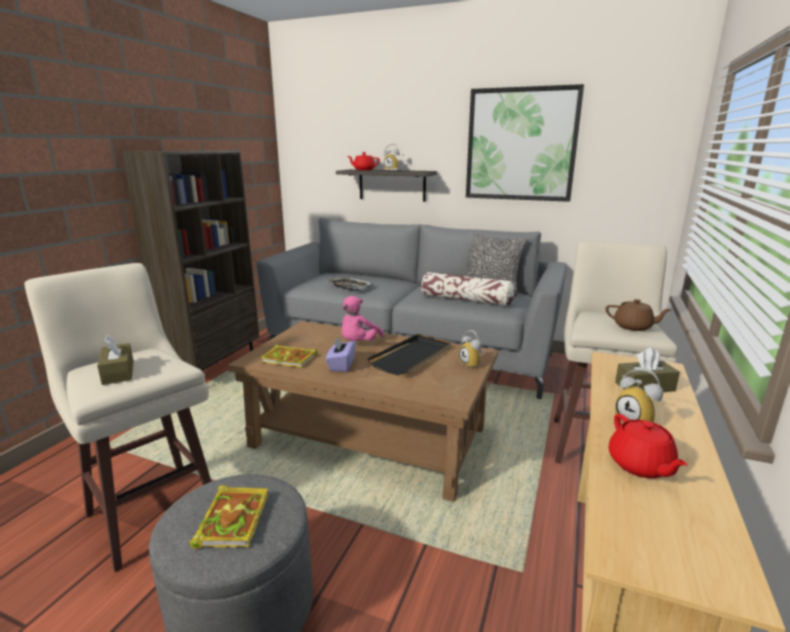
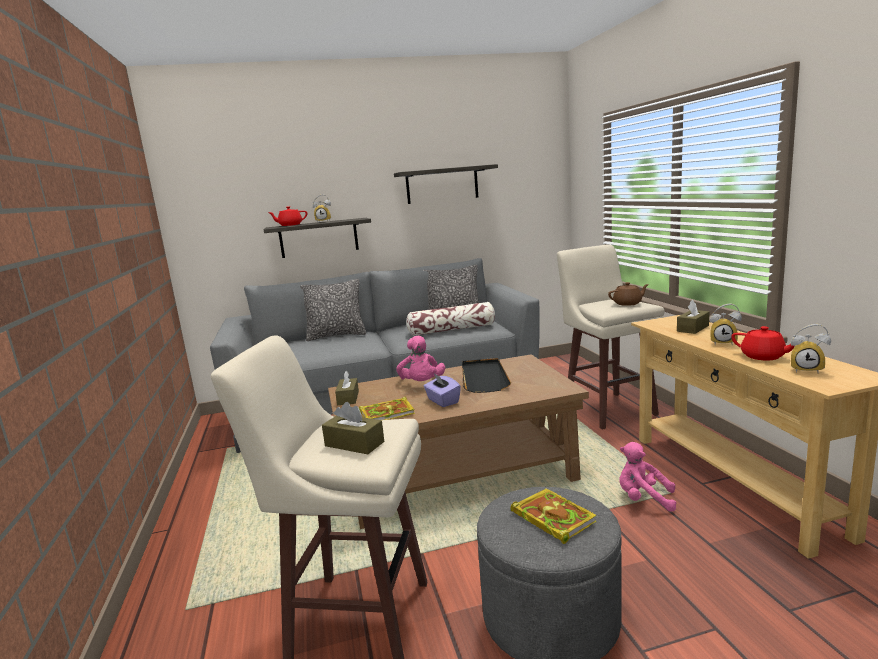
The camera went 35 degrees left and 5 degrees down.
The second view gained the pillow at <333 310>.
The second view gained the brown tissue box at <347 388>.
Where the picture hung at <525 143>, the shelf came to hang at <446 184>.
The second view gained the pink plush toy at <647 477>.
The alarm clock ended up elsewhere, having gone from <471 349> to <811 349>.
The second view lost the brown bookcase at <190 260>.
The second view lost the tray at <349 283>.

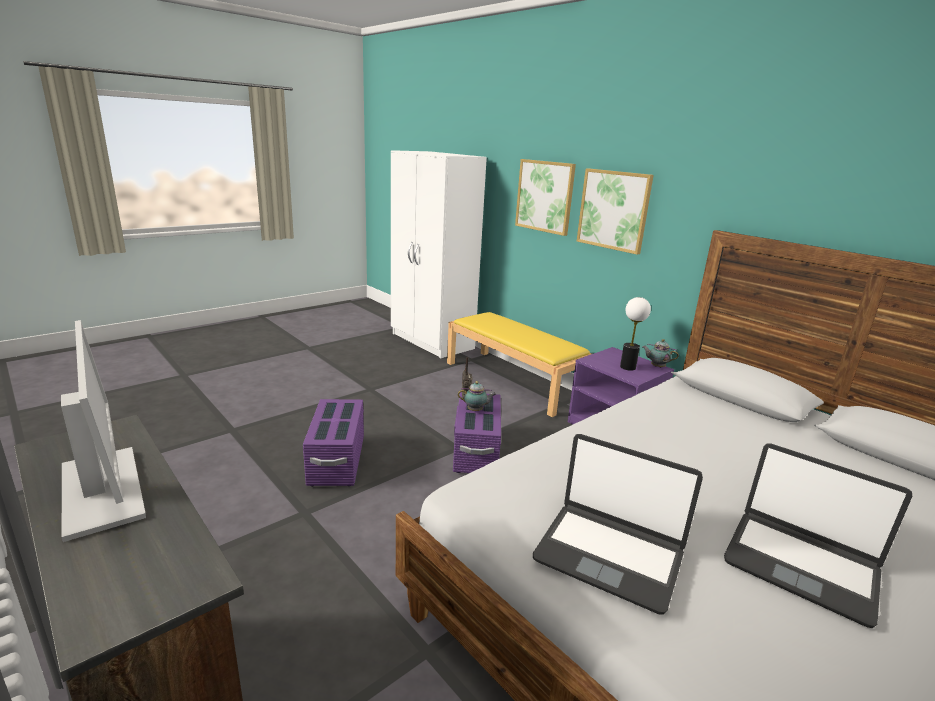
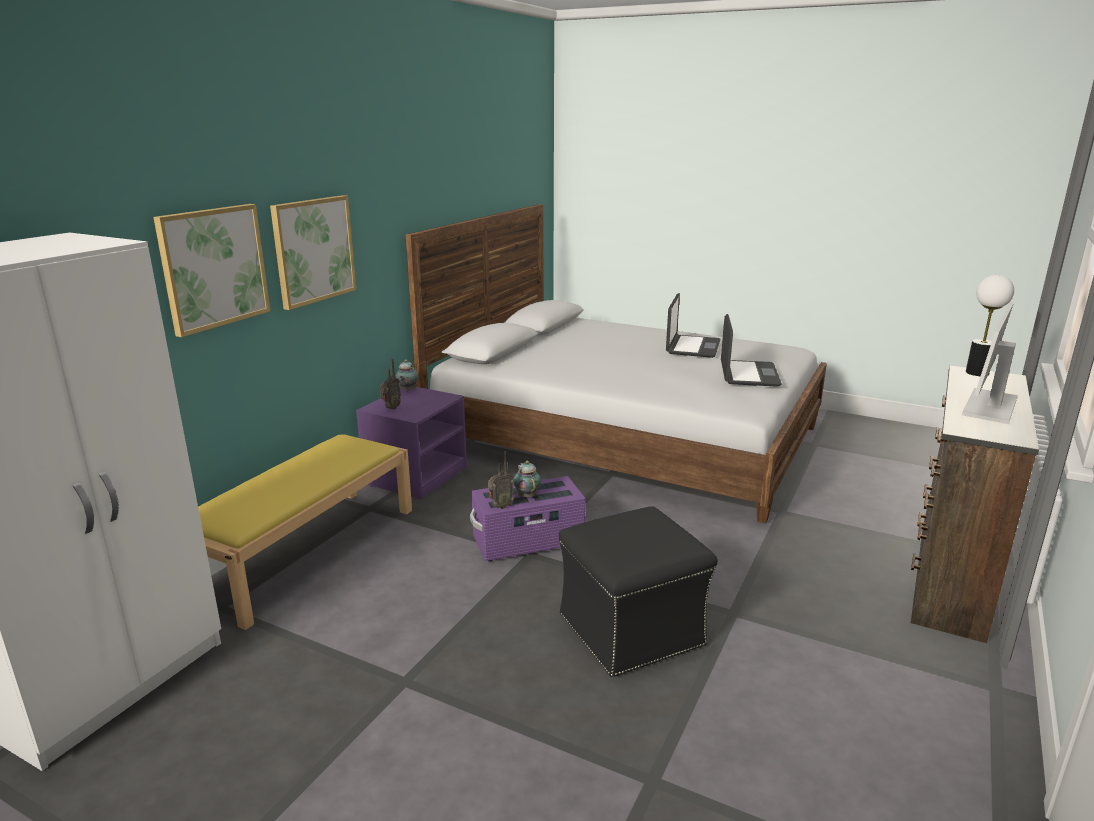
The camera went 110 degrees left and 0 degrees up.
The second view gained the radio at <390 384>.
Where the purple storage box stood at <333 442>, the black ottoman came to stand at <638 591>.
The table lamp ended up elsewhere, having gone from <635 334> to <990 325>.

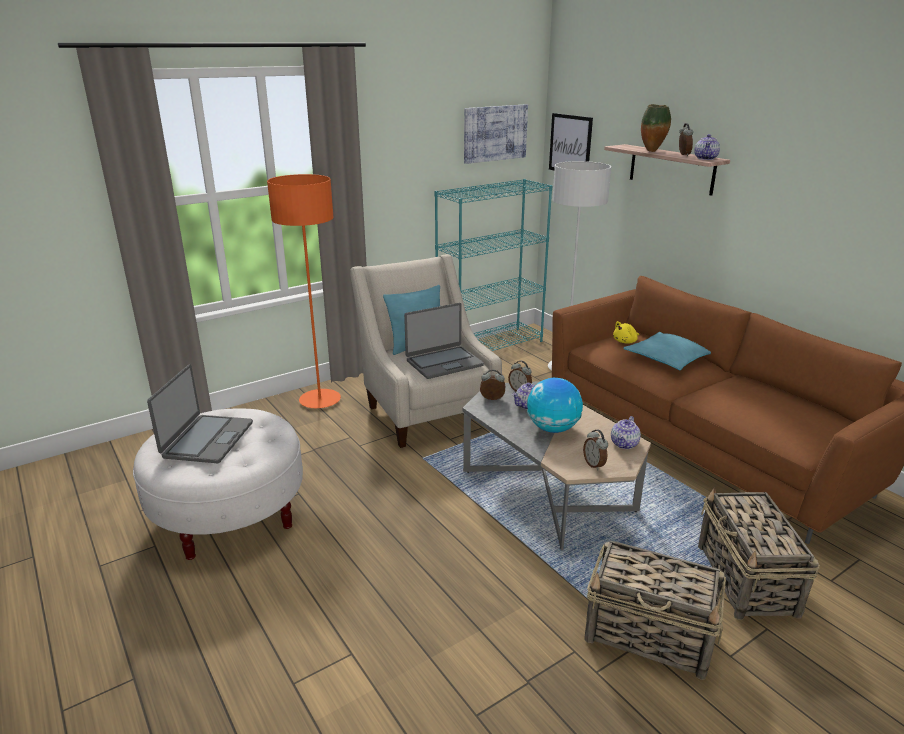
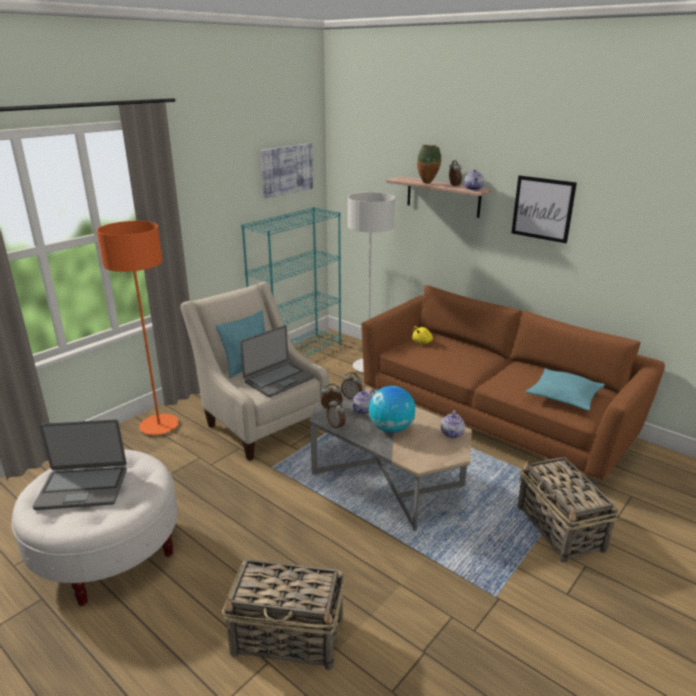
The camera went 15 degrees left and 0 degrees up.
The laptop at <200 413> ended up facing another way, 90 degrees clockwise from before.
The basket ended up elsewhere, having gone from <655 610> to <283 614>.
The alarm clock ended up elsewhere, having gone from <595 450> to <336 414>.
The picture ended up elsewhere, having gone from <571 141> to <544 209>.
The turquoise pillow ended up elsewhere, having gone from <667 351> to <565 389>.

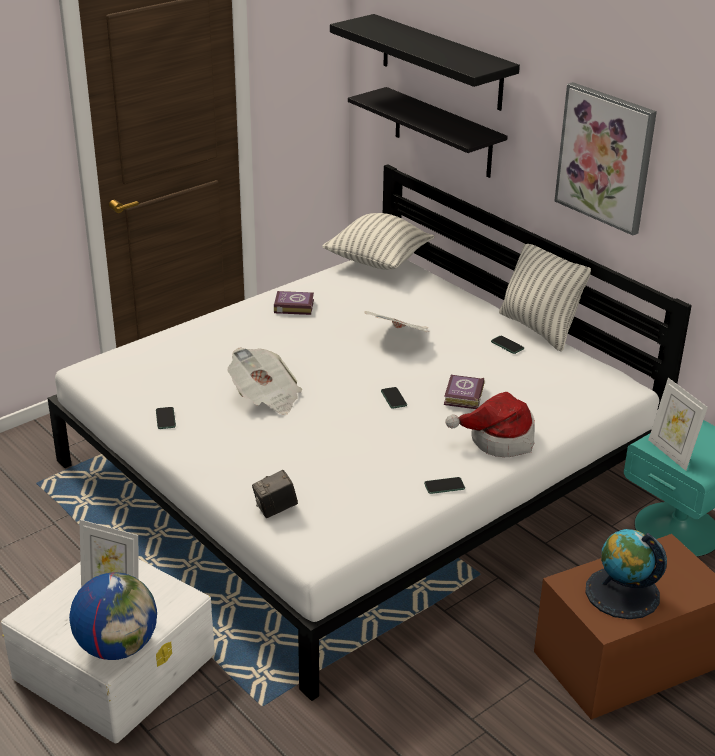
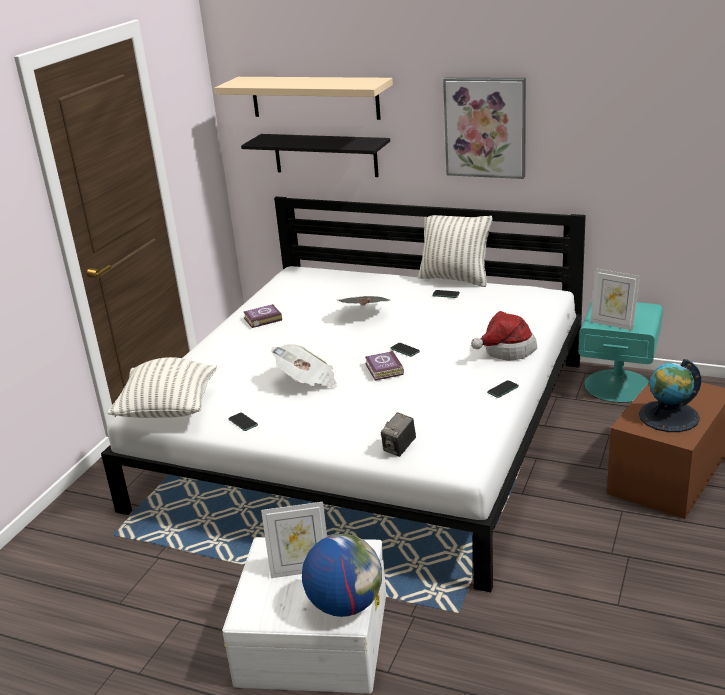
The camera went 25 degrees left and 5 degrees down.
The pillow ended up elsewhere, having gone from <378 241> to <163 387>.
What was the black shelf at <425 62> turned into the beige shelf at <304 98>.
The book ended up elsewhere, having gone from <464 392> to <384 365>.

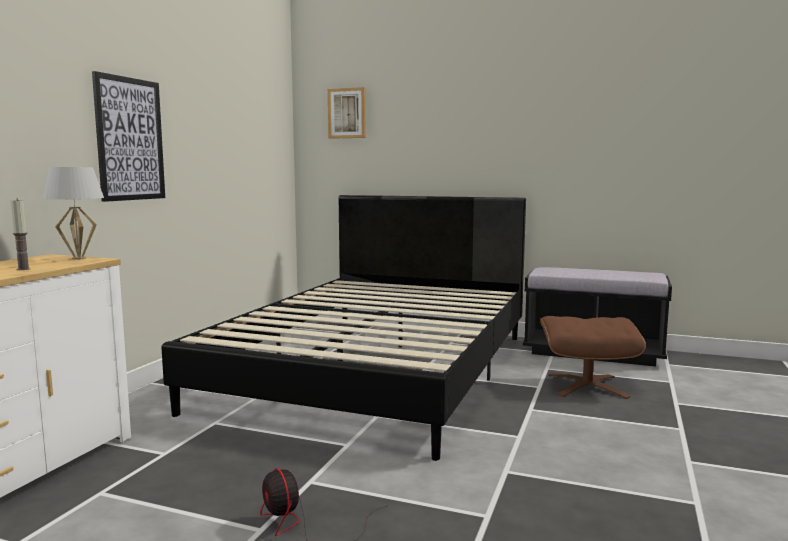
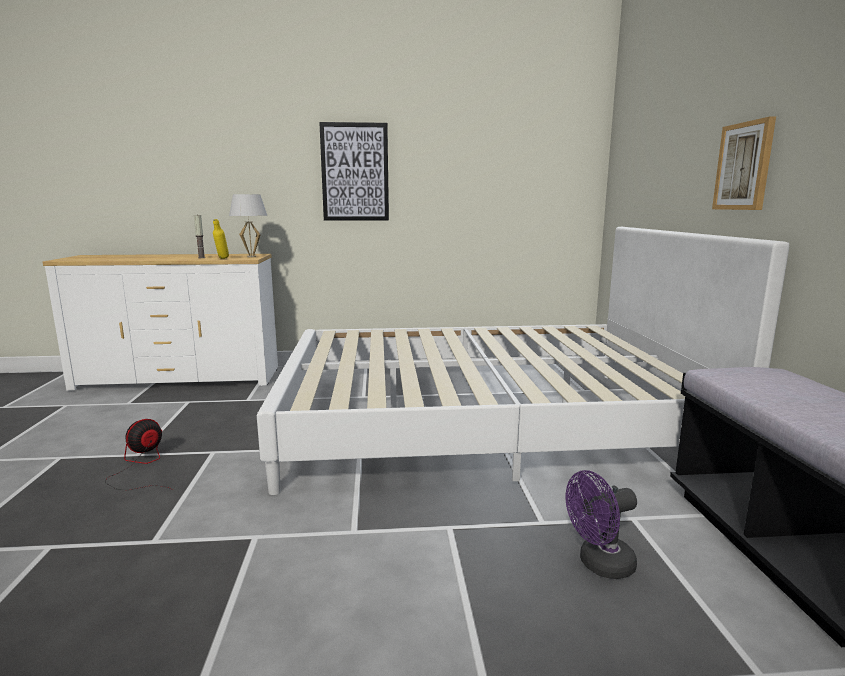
The camera went 65 degrees right and 5 degrees up.
The second view gained the yellow bottle at <221 239>.
What was the black bed at <343 328> turned into the white bed at <523 361>.
Where the brown ottoman stood at <593 357>, the purple fan came to stand at <601 524>.
The picture ended up elsewhere, having gone from <347 113> to <744 163>.

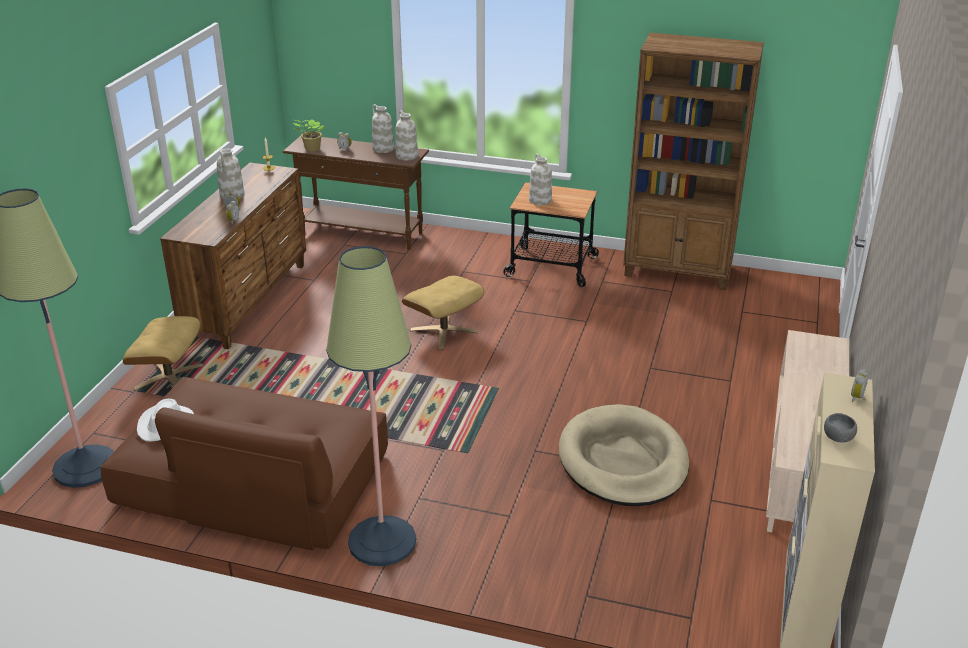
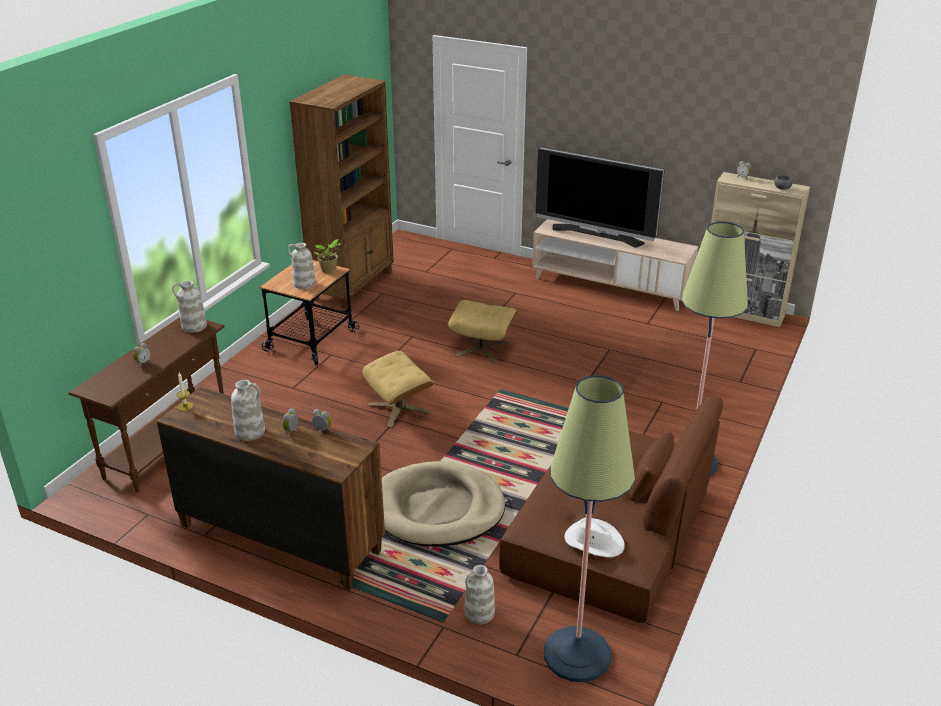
The camera went 80 degrees left and 0 degrees up.
The potted plant ended up elsewhere, having gone from <308 135> to <327 256>.
The beige dog bed ended up elsewhere, having gone from <624 455> to <443 504>.
The beige ottoman ended up elsewhere, having gone from <163 353> to <483 332>.
The white vase ended up elsewhere, having gone from <383 128> to <480 594>.
The second view gained the television at <600 197>.

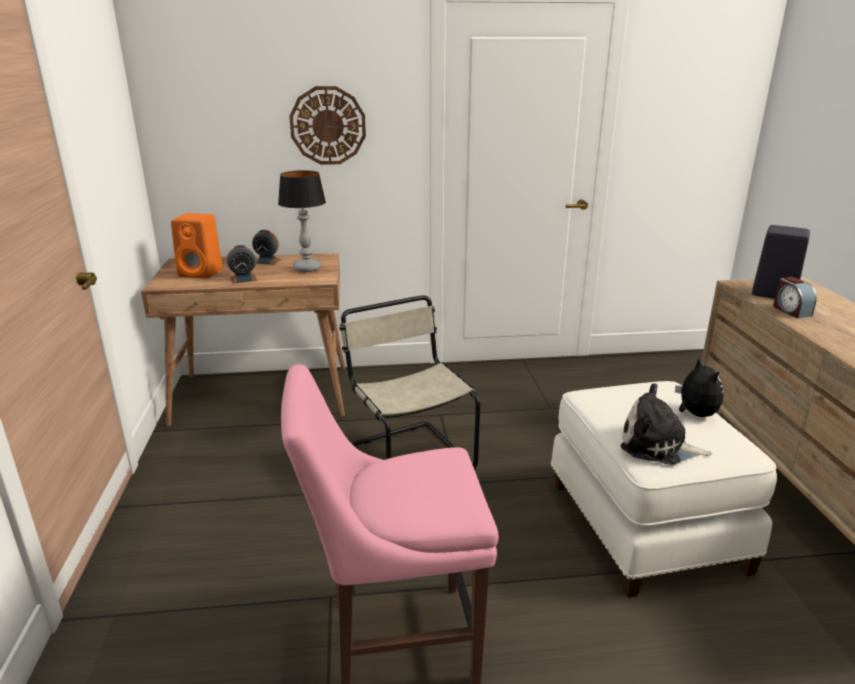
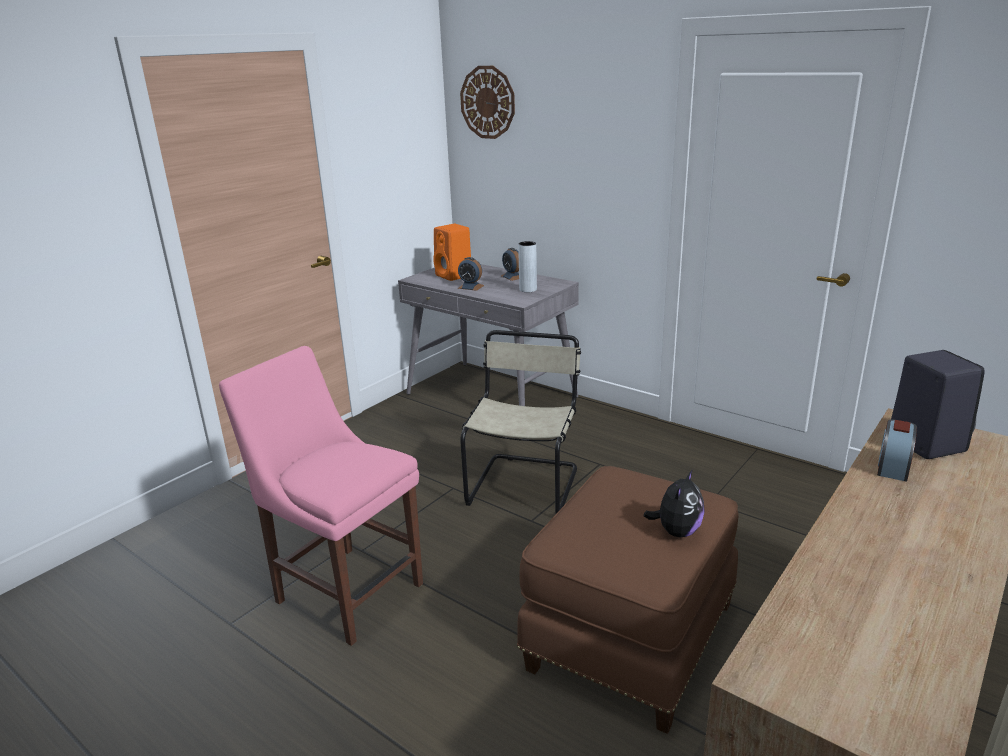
The camera went 45 degrees right and 0 degrees up.
What was the brown desk at <243 340> turned into the grey desk at <488 335>.
The wall clock ended up elsewhere, having gone from <327 125> to <487 102>.
What was the white ottoman at <663 489> turned into the brown ottoman at <627 600>.
Where the table lamp stood at <302 221>, the grey vase came to stand at <527 266>.
The second view lost the plush toy at <666 424>.

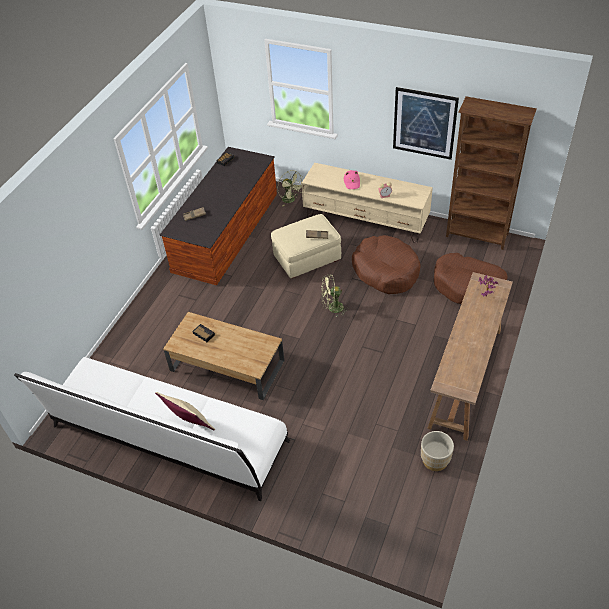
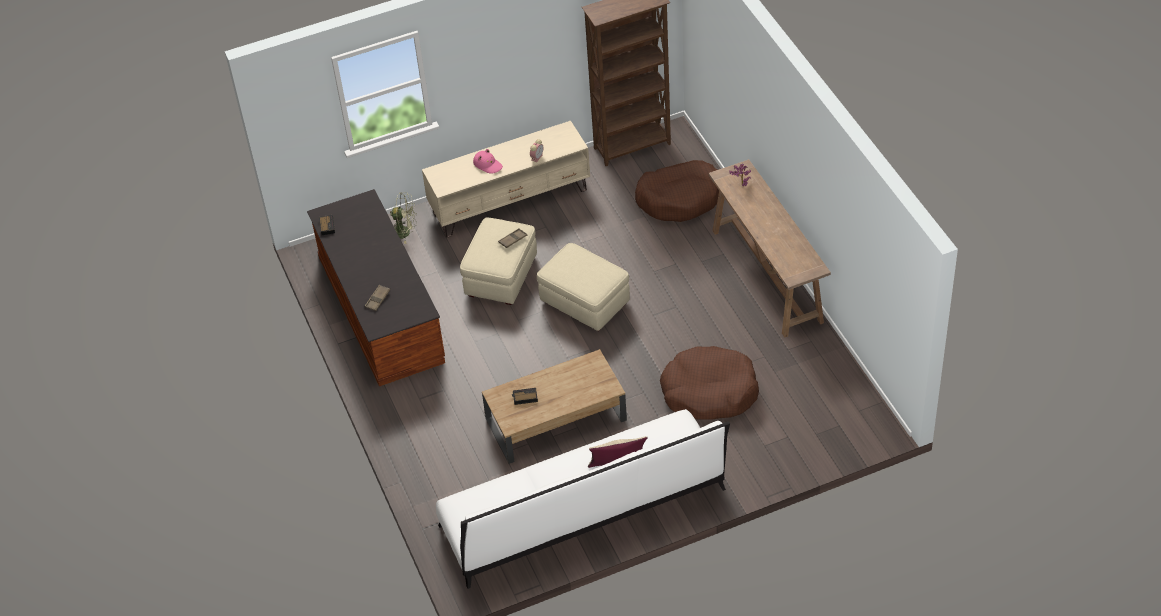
The camera went 45 degrees left and 0 degrees up.
Where the green fan stood at <335 296>, the beige ottoman came to stand at <583 287>.
The brown dog bed ended up elsewhere, having gone from <386 264> to <709 383>.
The second view lost the picture at <426 123>.
The second view lost the beige planter at <437 451>.

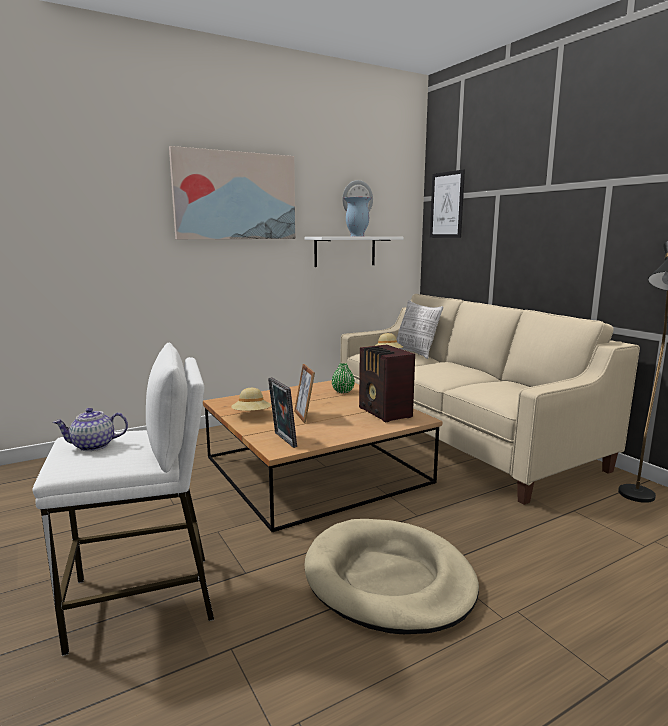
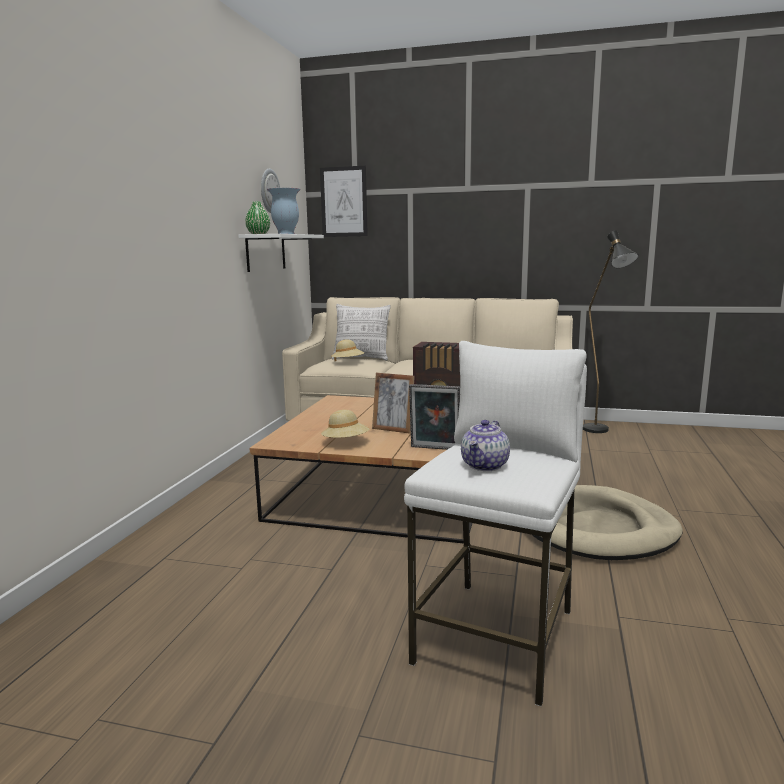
The camera went 45 degrees left and 0 degrees up.
The green vase ended up elsewhere, having gone from <343 378> to <257 218>.
The second view lost the picture at <232 192>.

